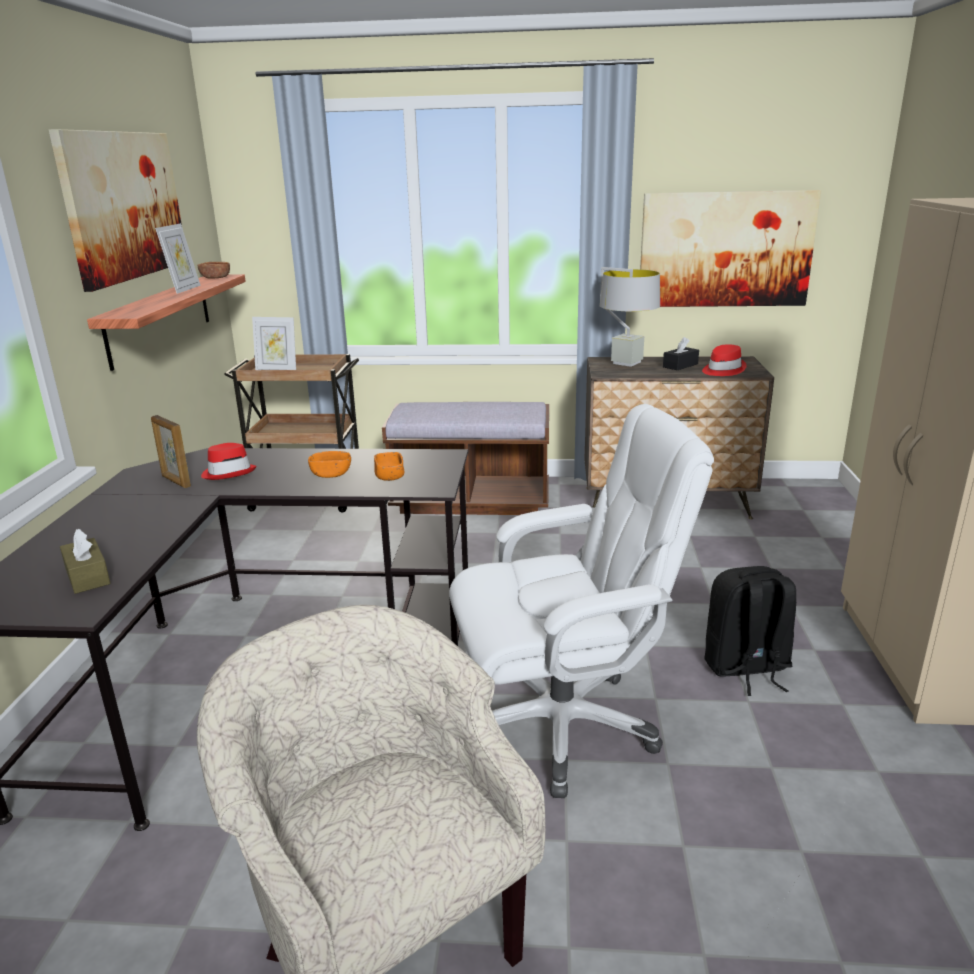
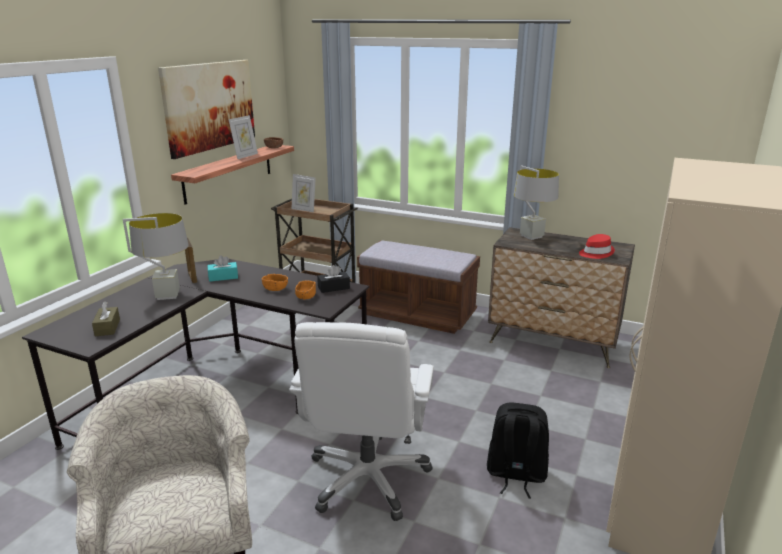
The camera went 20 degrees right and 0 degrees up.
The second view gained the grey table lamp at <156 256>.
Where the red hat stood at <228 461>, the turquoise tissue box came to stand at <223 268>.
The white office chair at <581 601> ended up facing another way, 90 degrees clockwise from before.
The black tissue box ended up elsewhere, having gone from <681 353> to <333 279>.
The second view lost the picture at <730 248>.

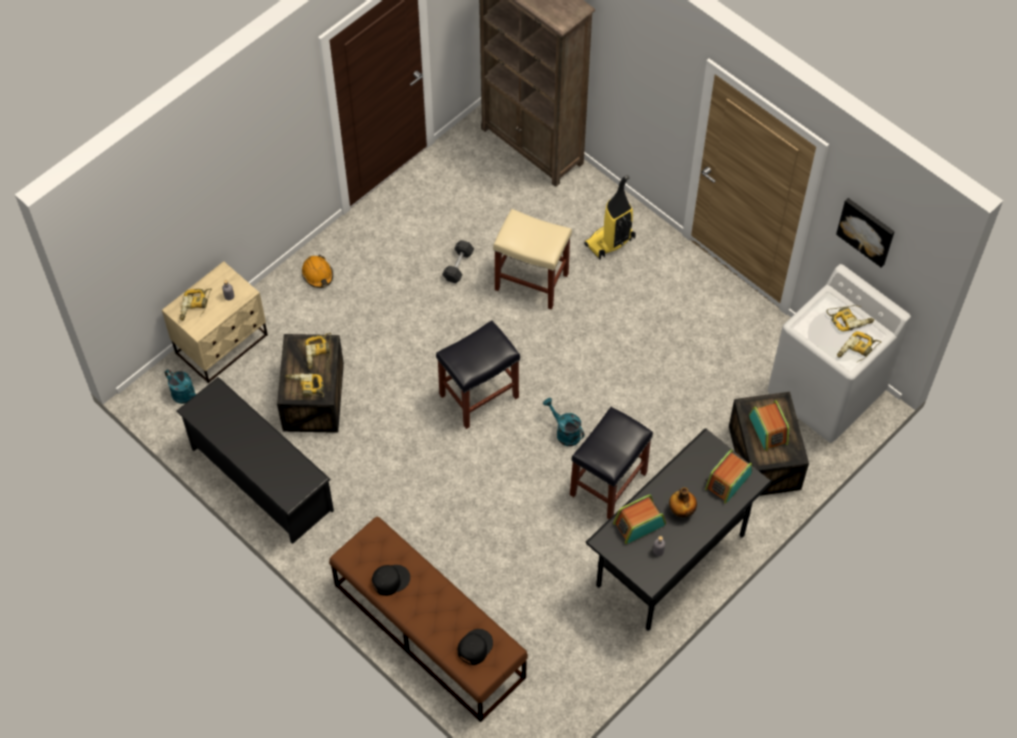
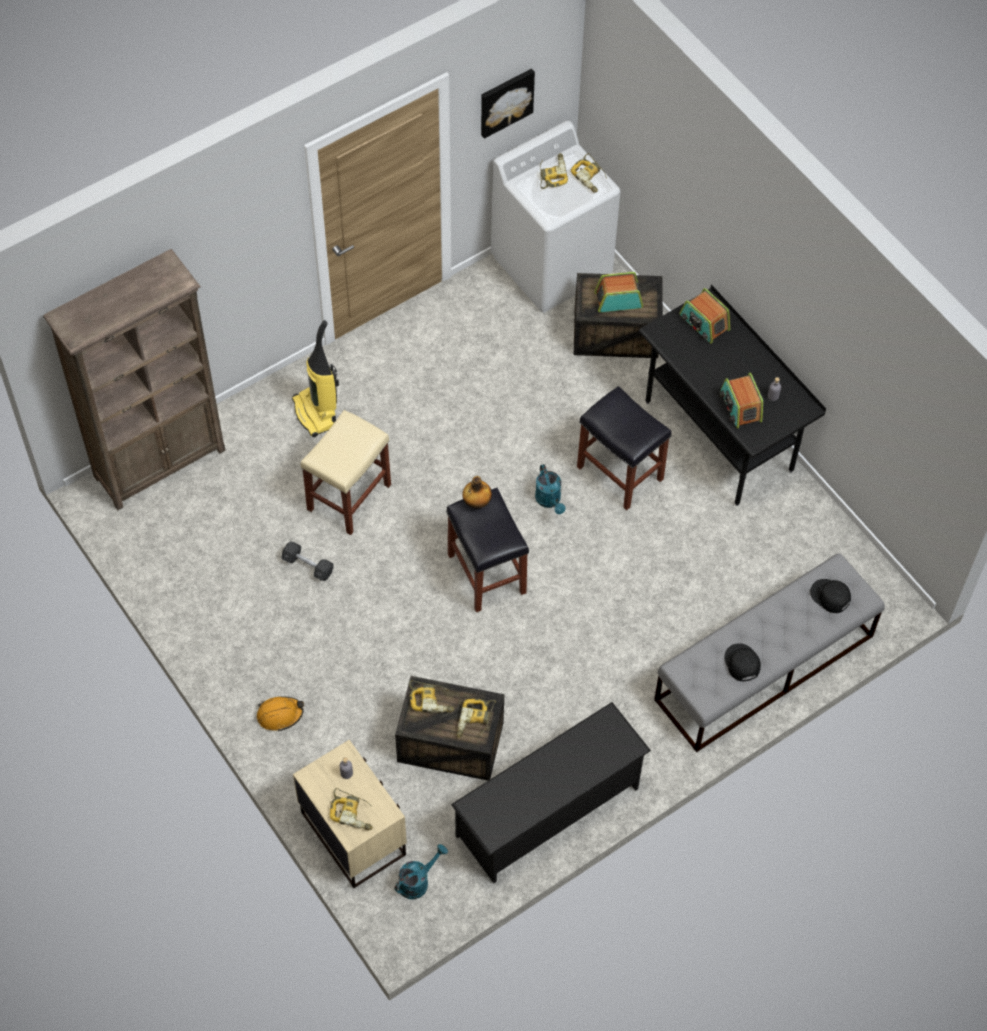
The camera went 80 degrees left and 0 degrees up.
The bottle ended up elsewhere, having gone from <683 502> to <477 492>.
The turquoise watering can at <563 422> ended up facing another way, 75 degrees counterclockwise from before.
What was the brown bench at <428 619> turned into the grey bench at <769 652>.

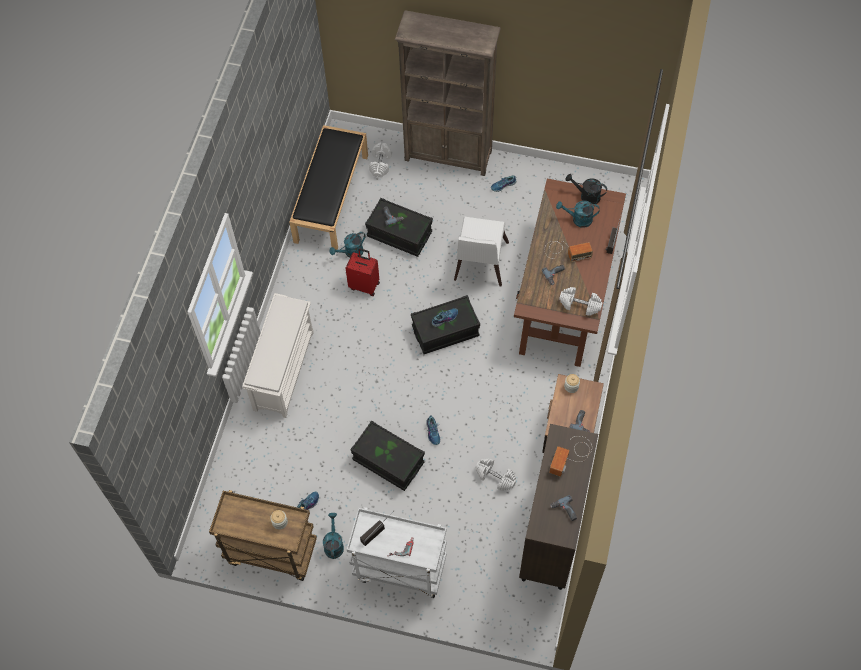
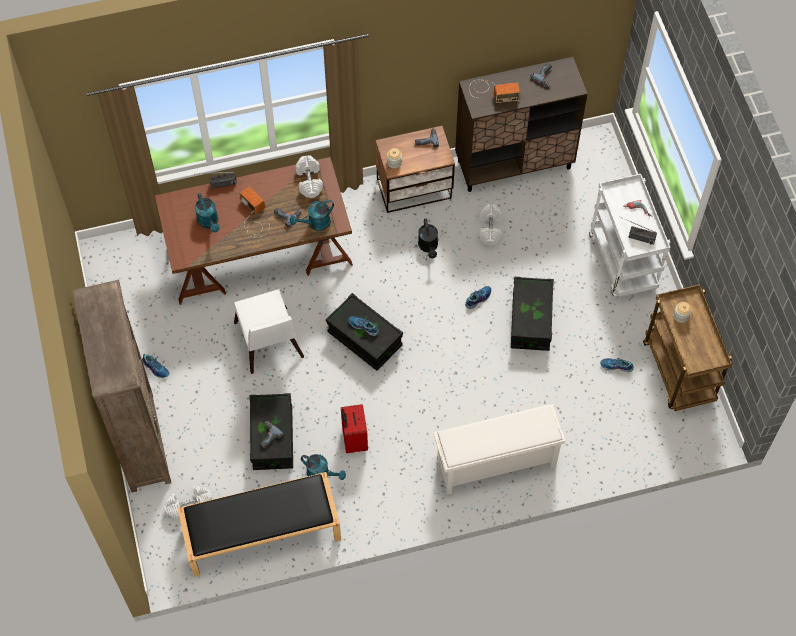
The camera went 120 degrees left and 0 degrees up.
The white chair at <481 251> ended up facing another way, 90 degrees clockwise from before.
The turquoise watering can ended up elsewhere, having gone from <333 536> to <312 215>.
The black watering can ended up elsewhere, having gone from <586 189> to <428 239>.

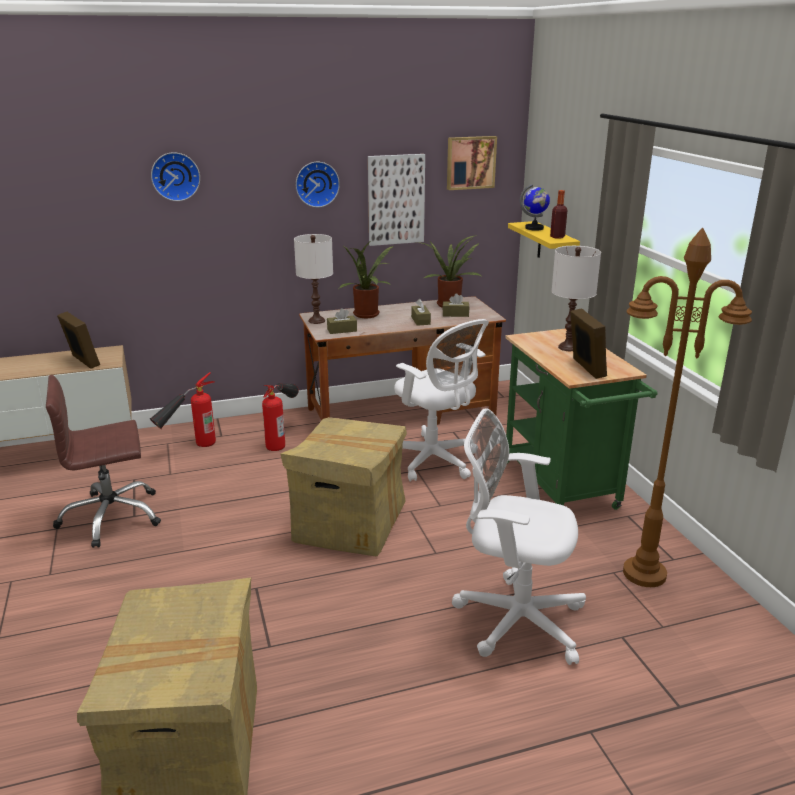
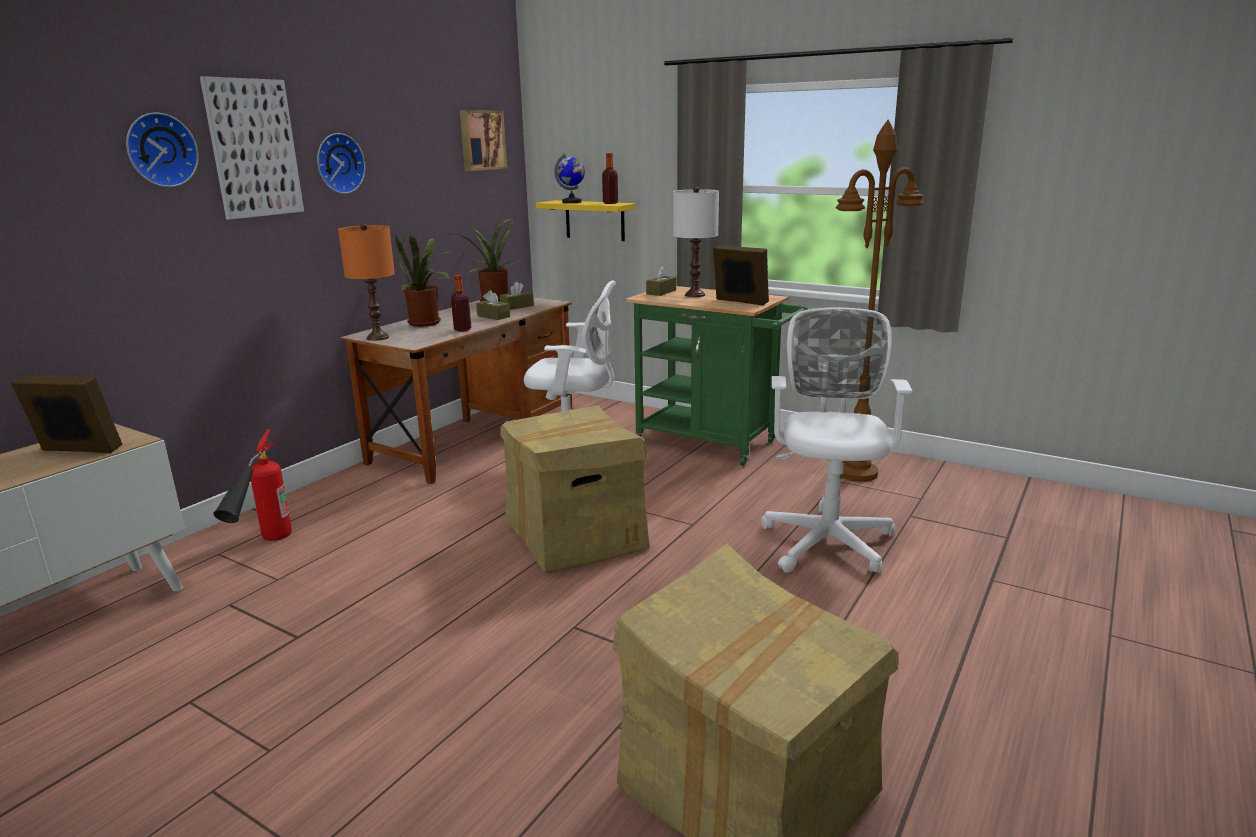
The camera went 40 degrees left and 5 degrees down.
The picture ended up elsewhere, having gone from <396 200> to <252 148>.
What was the white table lamp at <313 279> turned into the orange table lamp at <366 282>.
The second view gained the bottle at <461 303>.
The brown tissue box ended up elsewhere, having gone from <342 321> to <661 280>.
The white office chair at <518 536> ended up facing another way, 120 degrees clockwise from before.
The second view lost the brown office chair at <103 461>.
The second view lost the fire extinguisher at <280 417>.

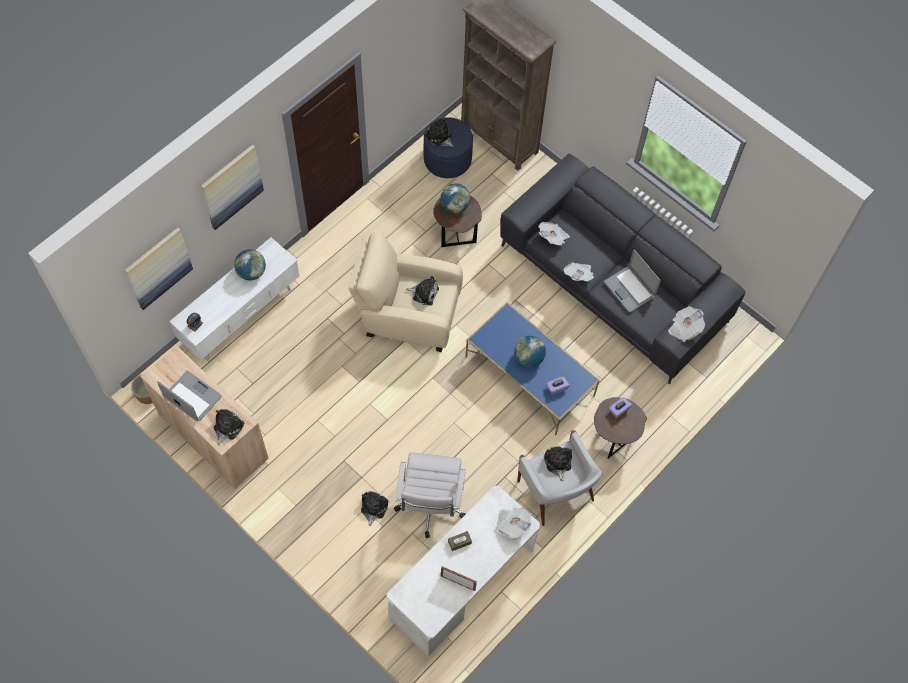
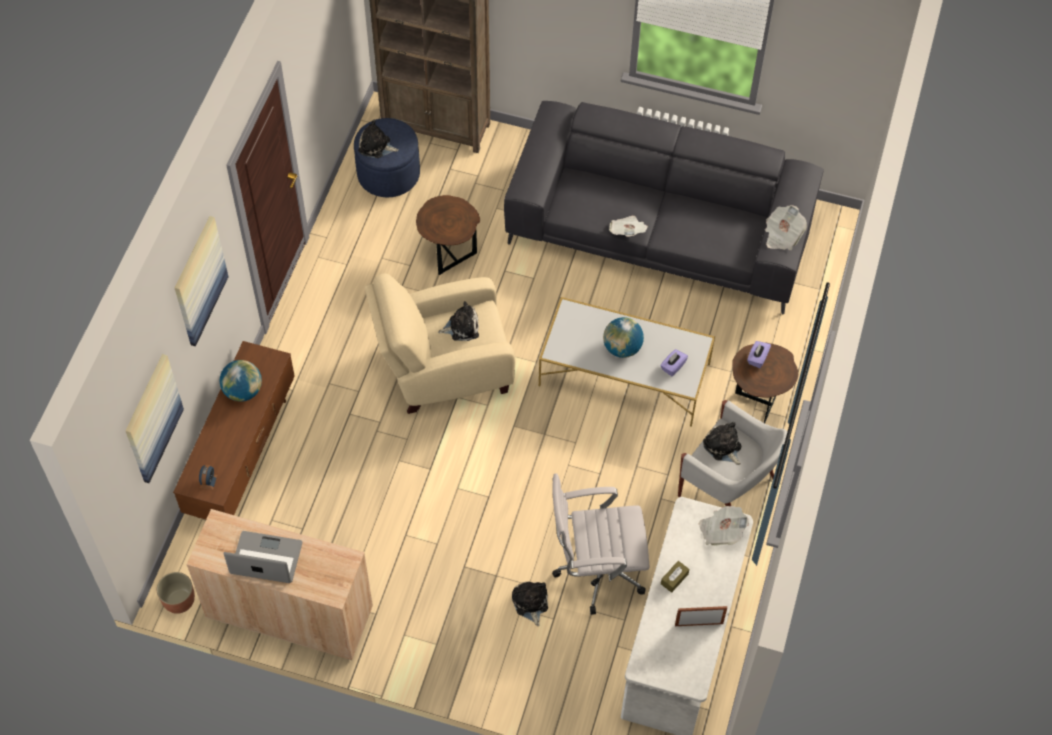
The camera went 25 degrees left and 5 degrees down.
What was the white tv stand at <234 298> turned into the brown tv stand at <234 430>.
What was the blue coffee table at <532 369> turned into the white coffee table at <627 362>.
The white office chair at <430 495> ended up facing another way, 105 degrees clockwise from before.
The second view lost the plush toy at <229 427>.
The second view lost the globe at <455 198>.
The second view lost the newspaper at <554 234>.
The second view lost the laptop at <632 281>.

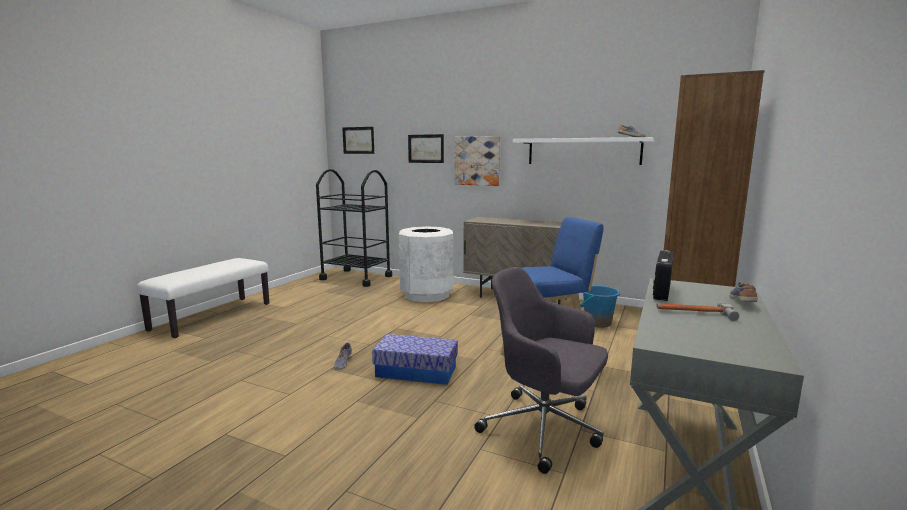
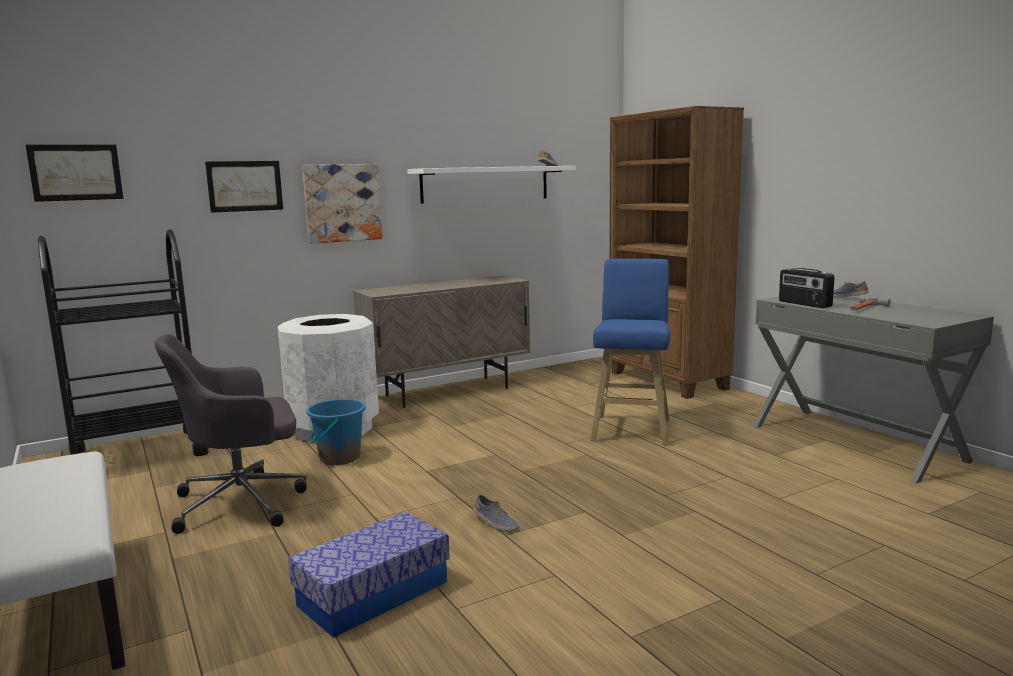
The camera went 55 degrees left and 0 degrees up.
The grey office chair ended up elsewhere, having gone from <541 370> to <231 434>.
The storage box ended up elsewhere, having gone from <415 359> to <369 575>.
The blue bucket ended up elsewhere, having gone from <600 307> to <336 432>.

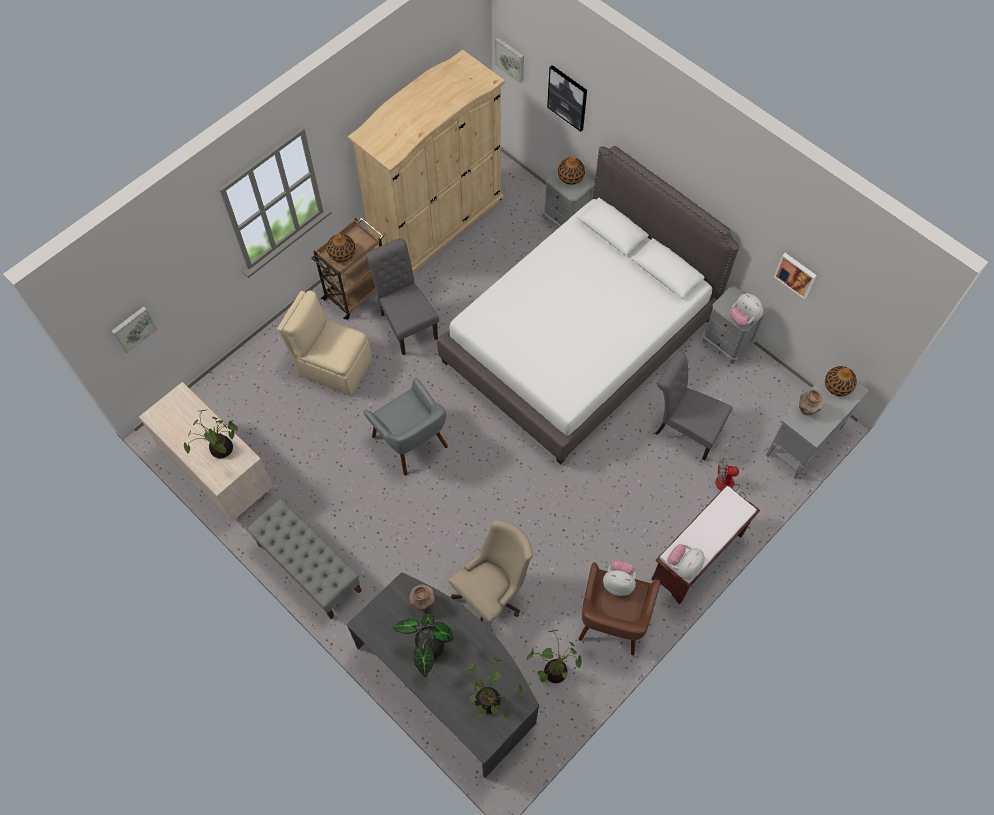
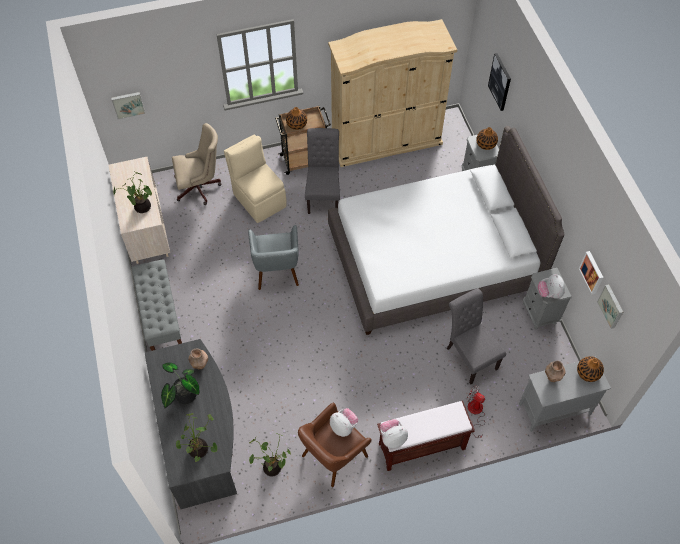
The camera went 30 degrees right and 5 degrees down.
The beige office chair ended up elsewhere, having gone from <490 571> to <197 164>.
The picture ended up elsewhere, having gone from <509 60> to <610 306>.

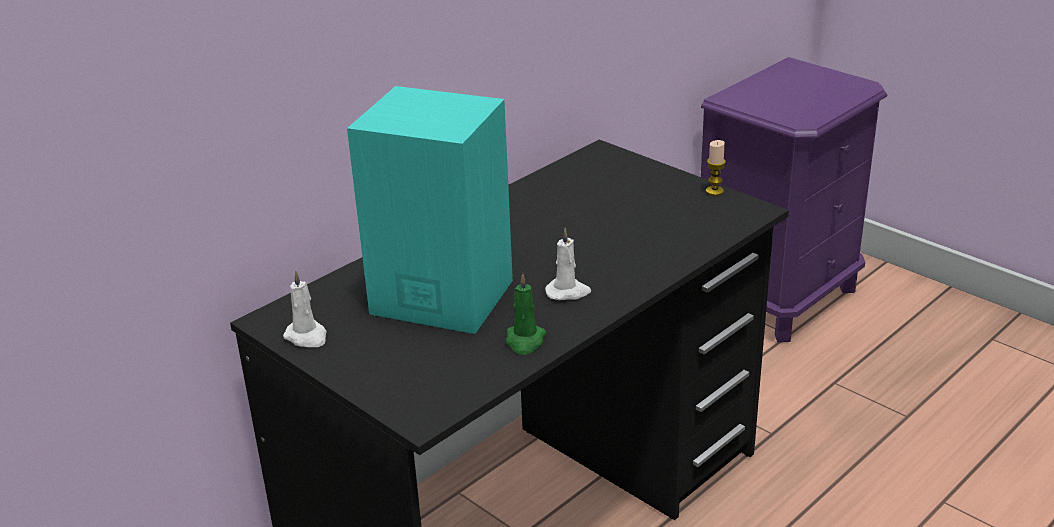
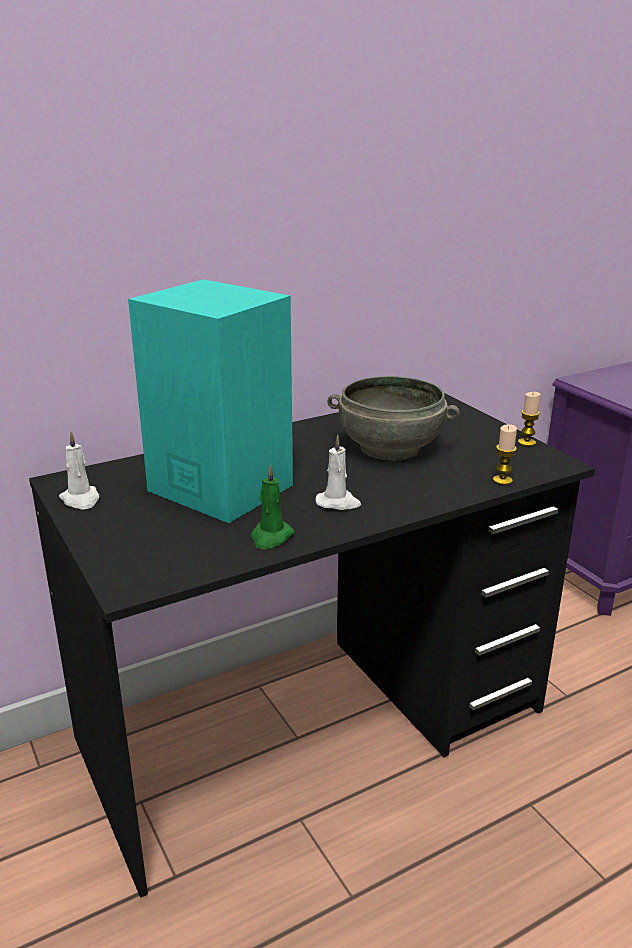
The camera went 15 degrees right and 5 degrees down.
The second view gained the grey bowl at <393 418>.
The second view gained the candle at <505 454>.

